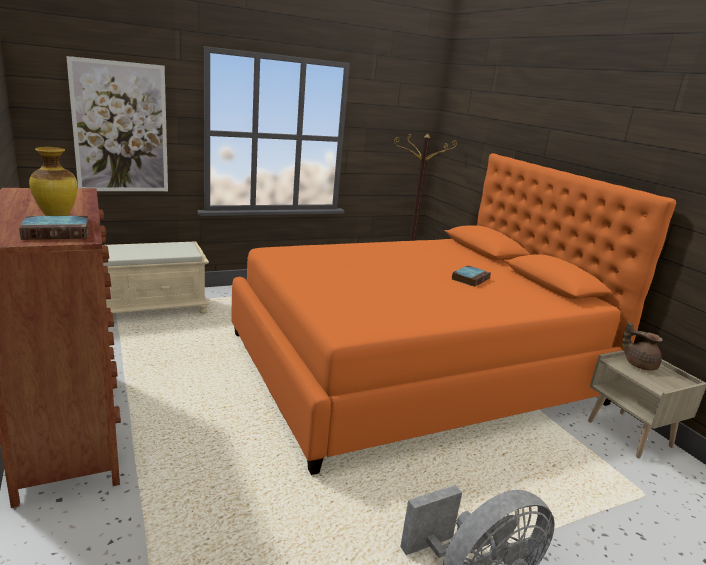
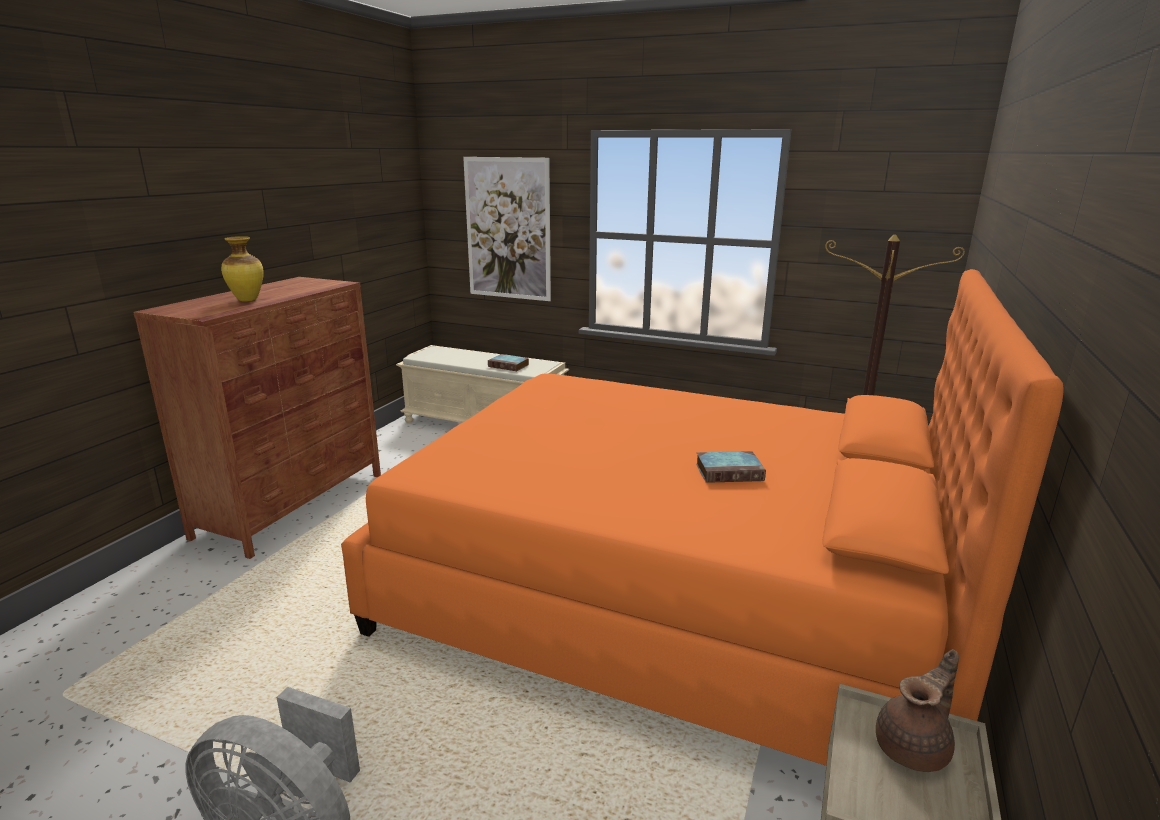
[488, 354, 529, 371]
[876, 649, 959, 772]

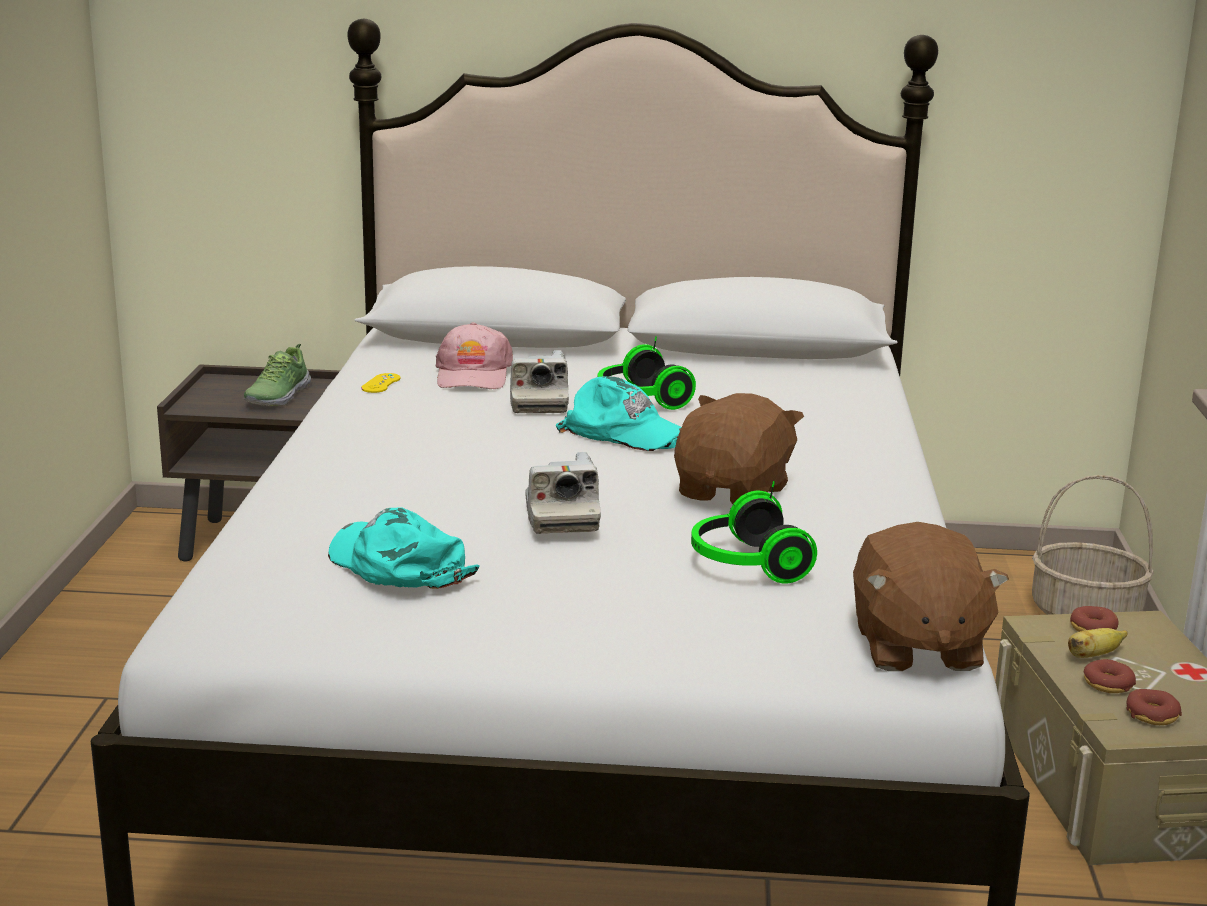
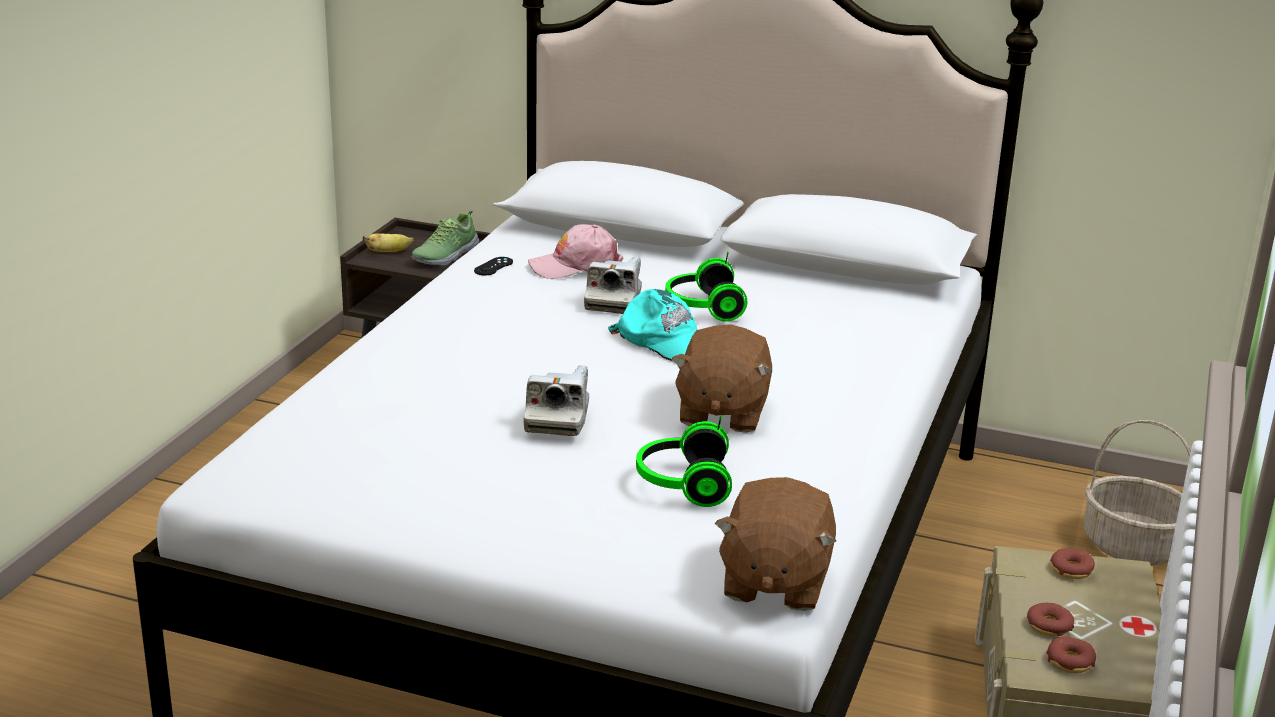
[363, 233, 414, 252]
[474, 257, 513, 275]
[528, 224, 623, 279]
[671, 324, 772, 433]
[328, 507, 480, 589] (first image)

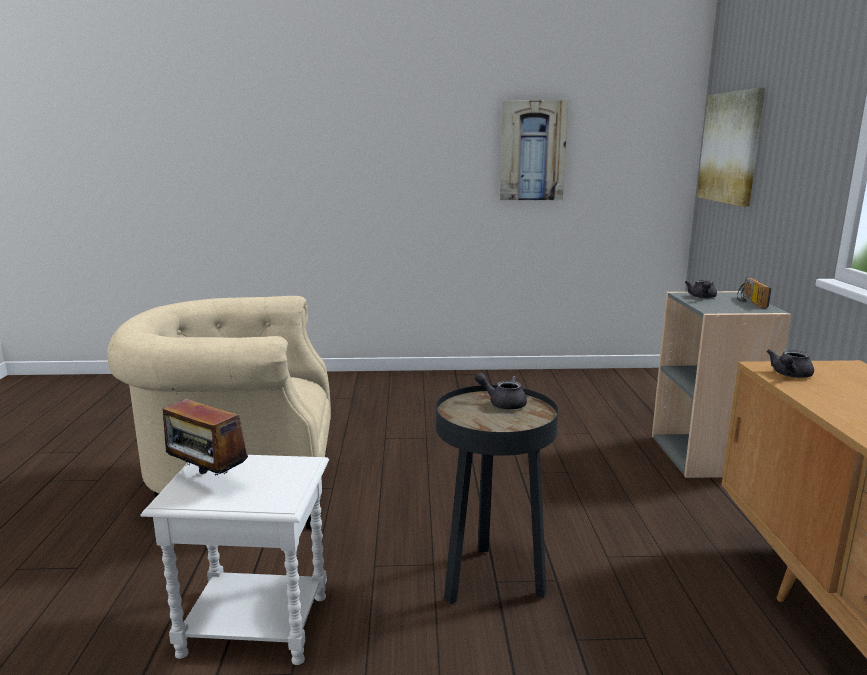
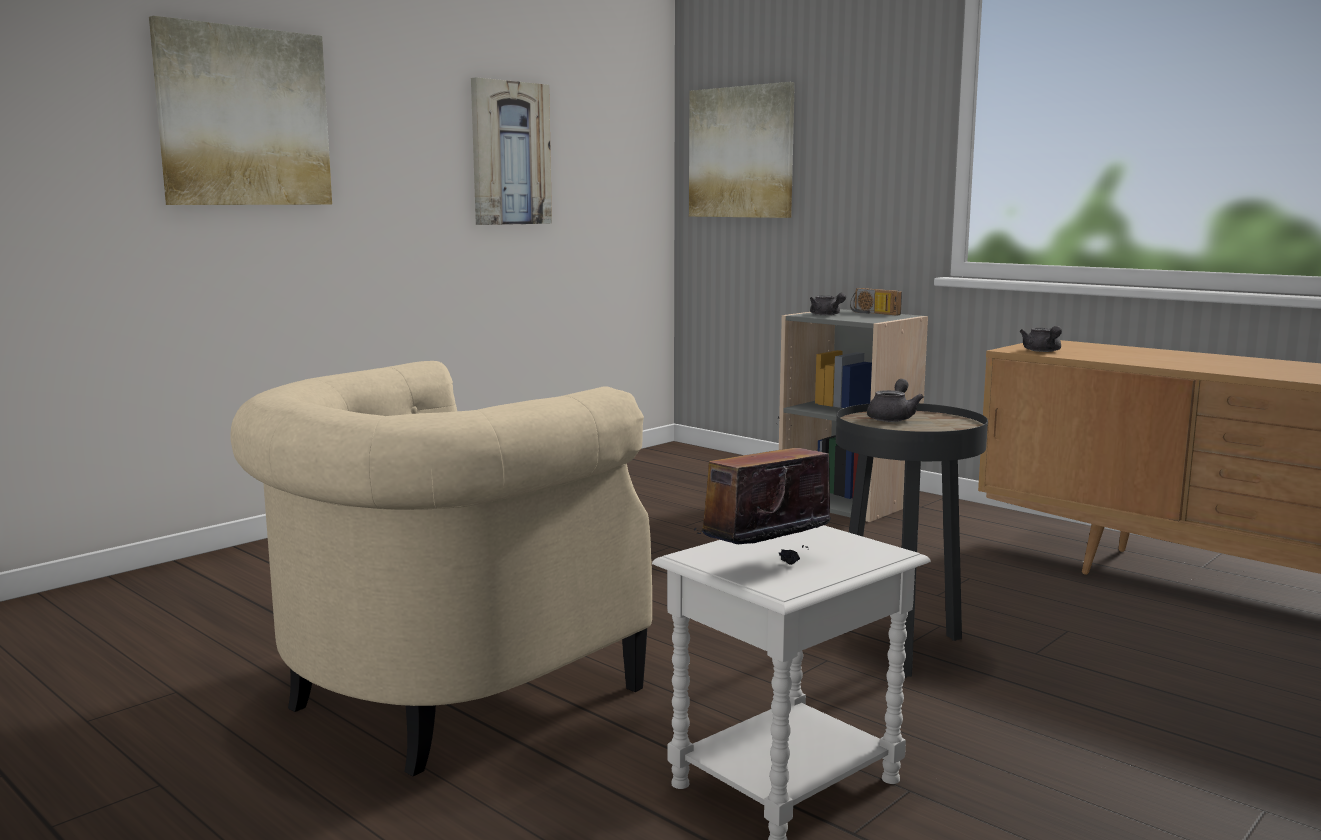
[149, 16, 332, 205]
[694, 417, 843, 565]
[867, 379, 924, 422]

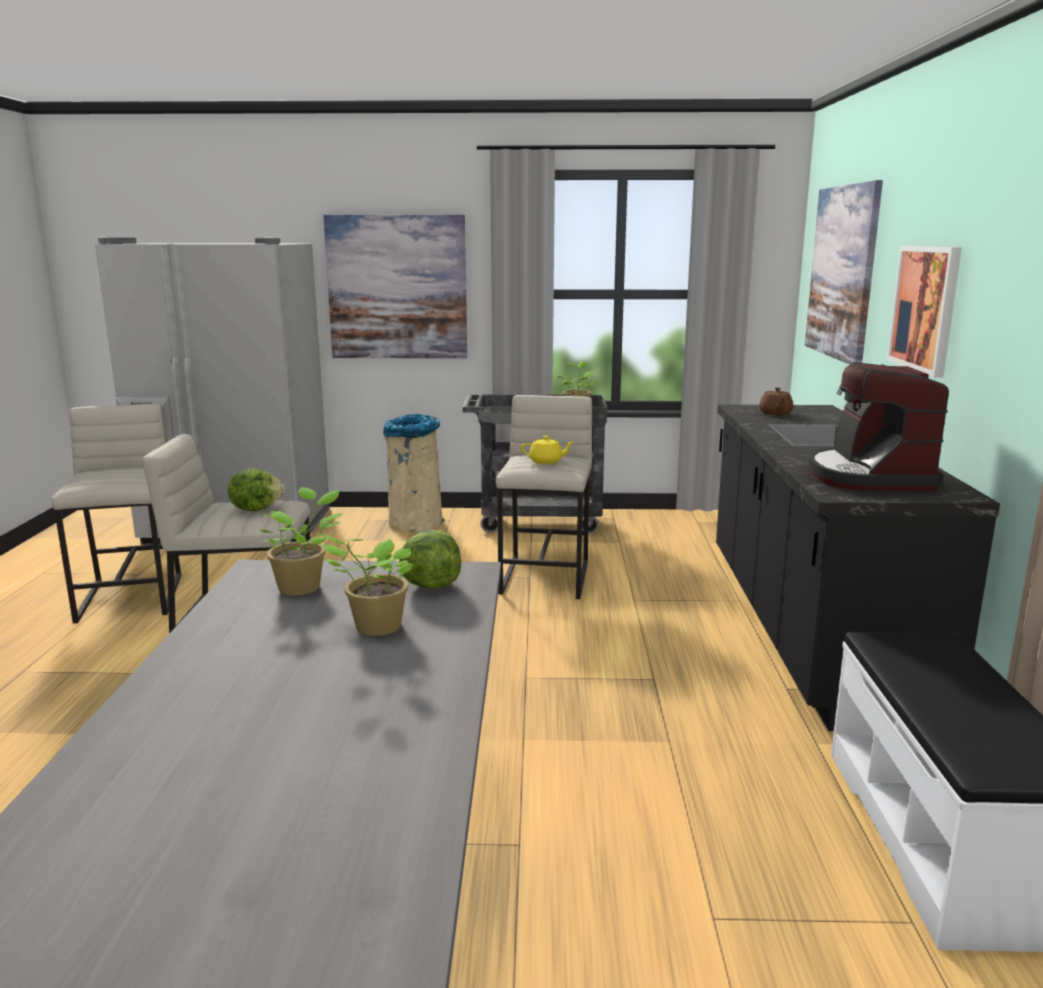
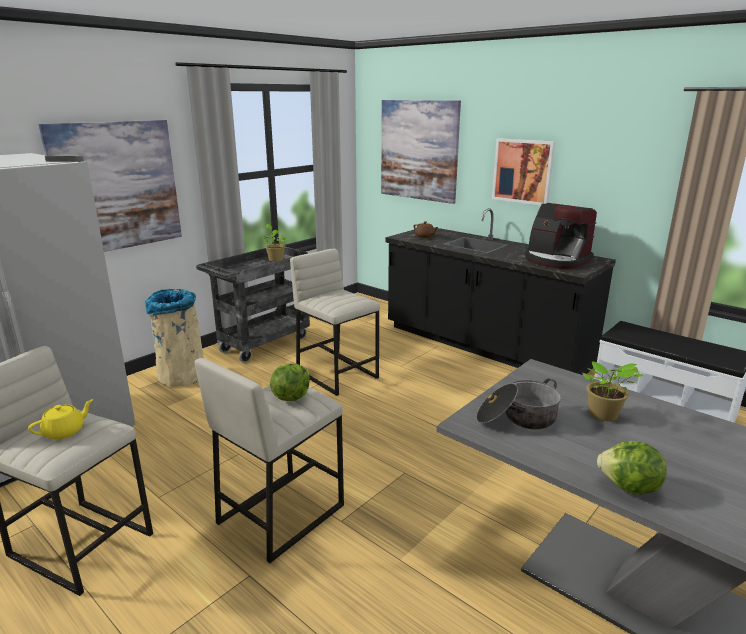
[28, 399, 93, 439]
[476, 379, 561, 429]
[597, 441, 667, 495]

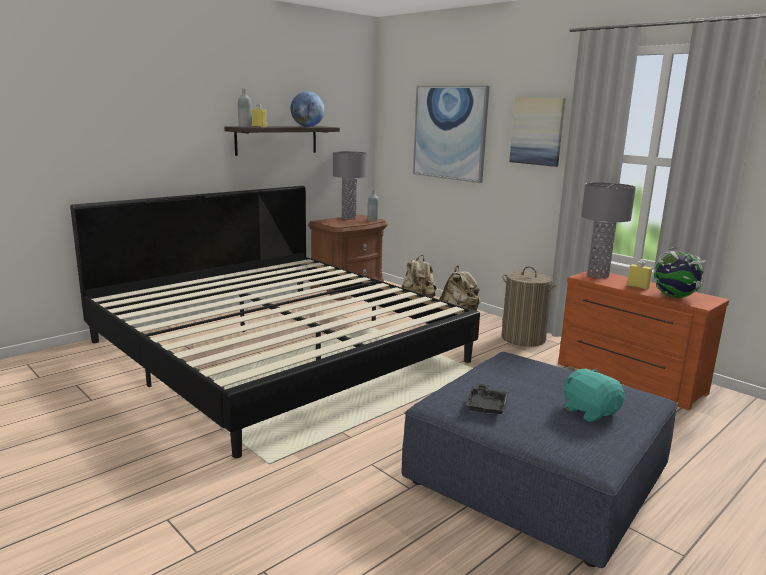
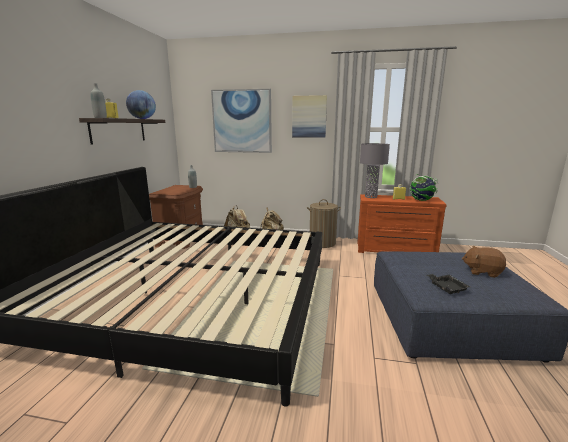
[462, 246, 506, 278]
[333, 151, 367, 220] (first image)

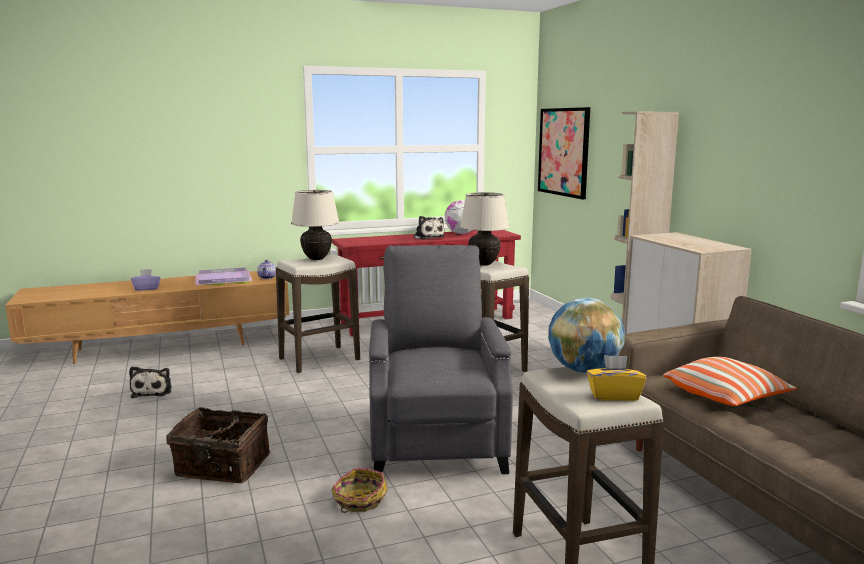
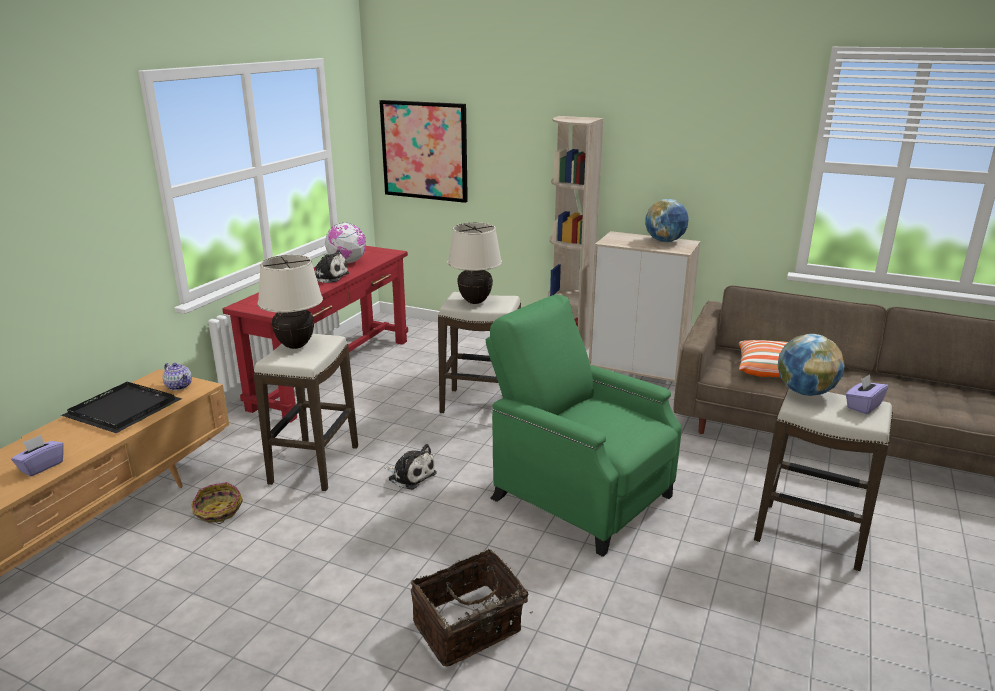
[61, 382, 182, 433]
[192, 482, 243, 524]
[385, 444, 437, 490]
[486, 295, 682, 557]
[645, 199, 689, 242]
[846, 374, 888, 414]

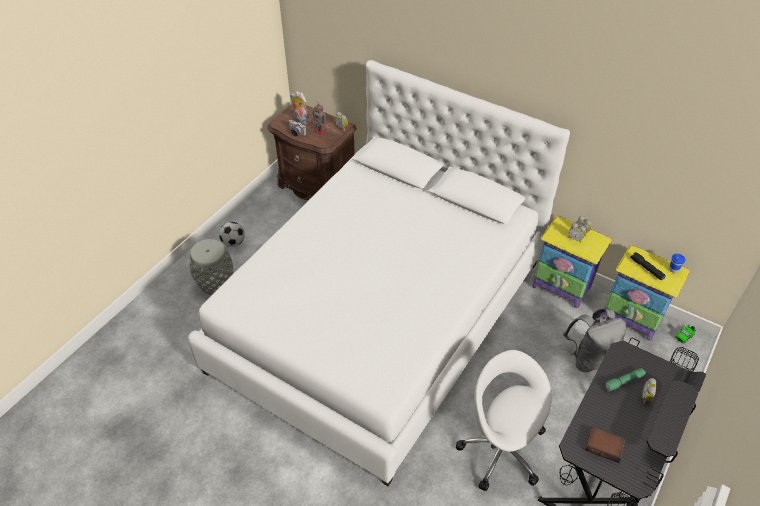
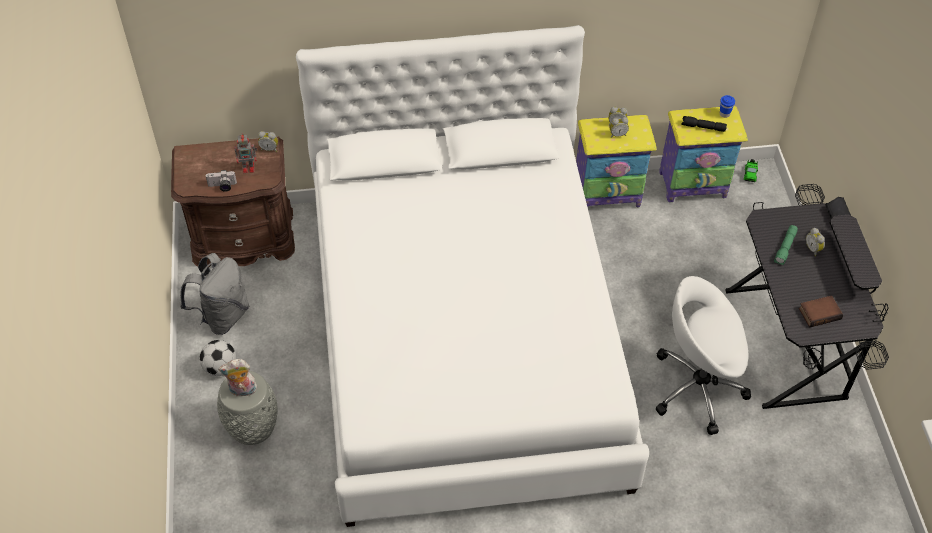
[180, 253, 249, 335]
[218, 359, 257, 396]

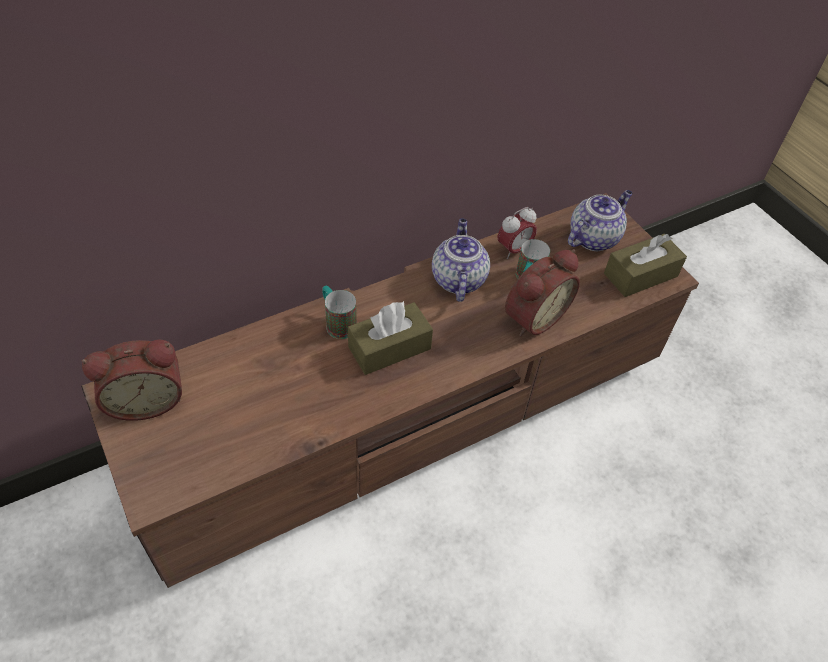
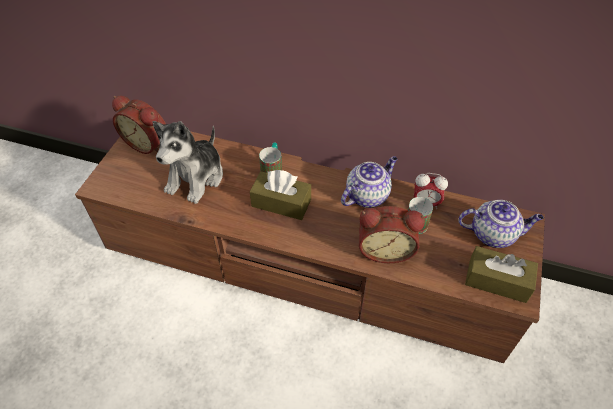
[152, 121, 223, 204]

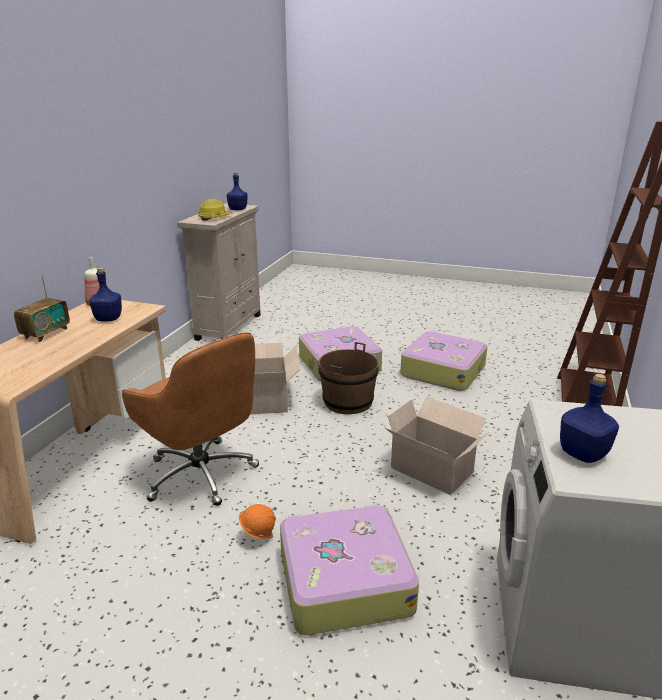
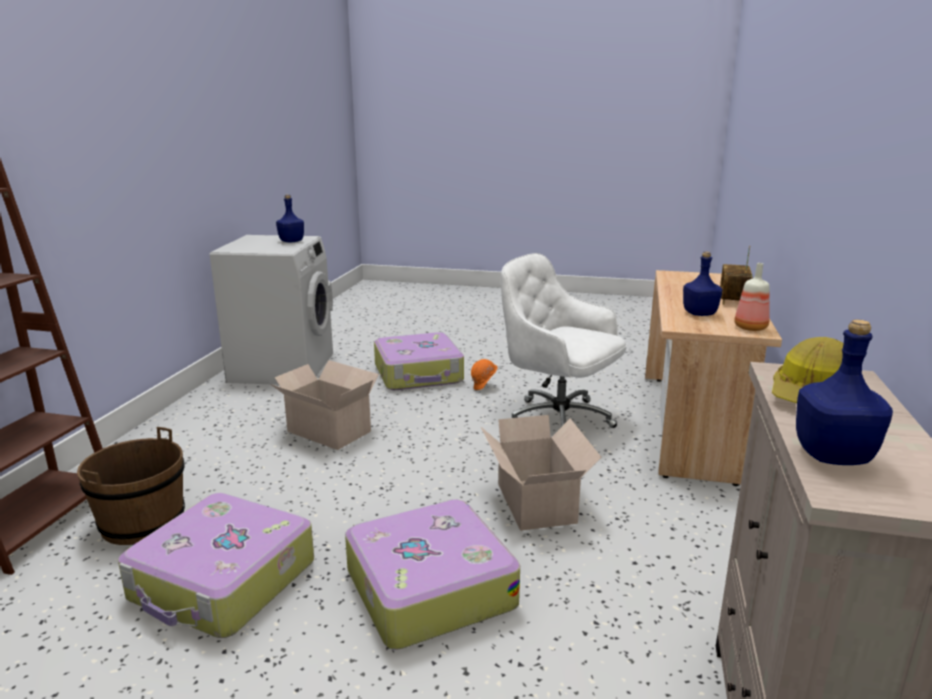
[77, 427, 185, 545]
[501, 253, 627, 428]

